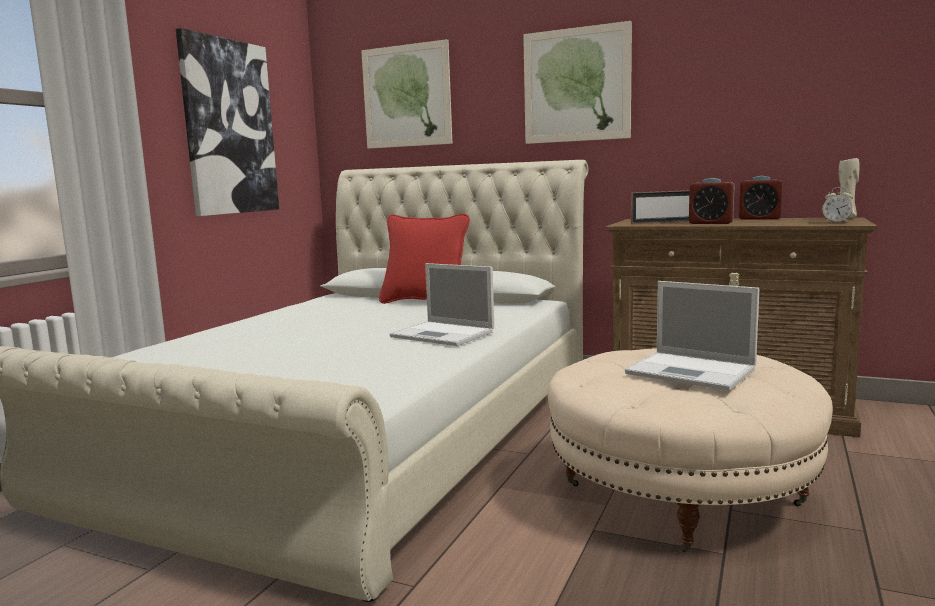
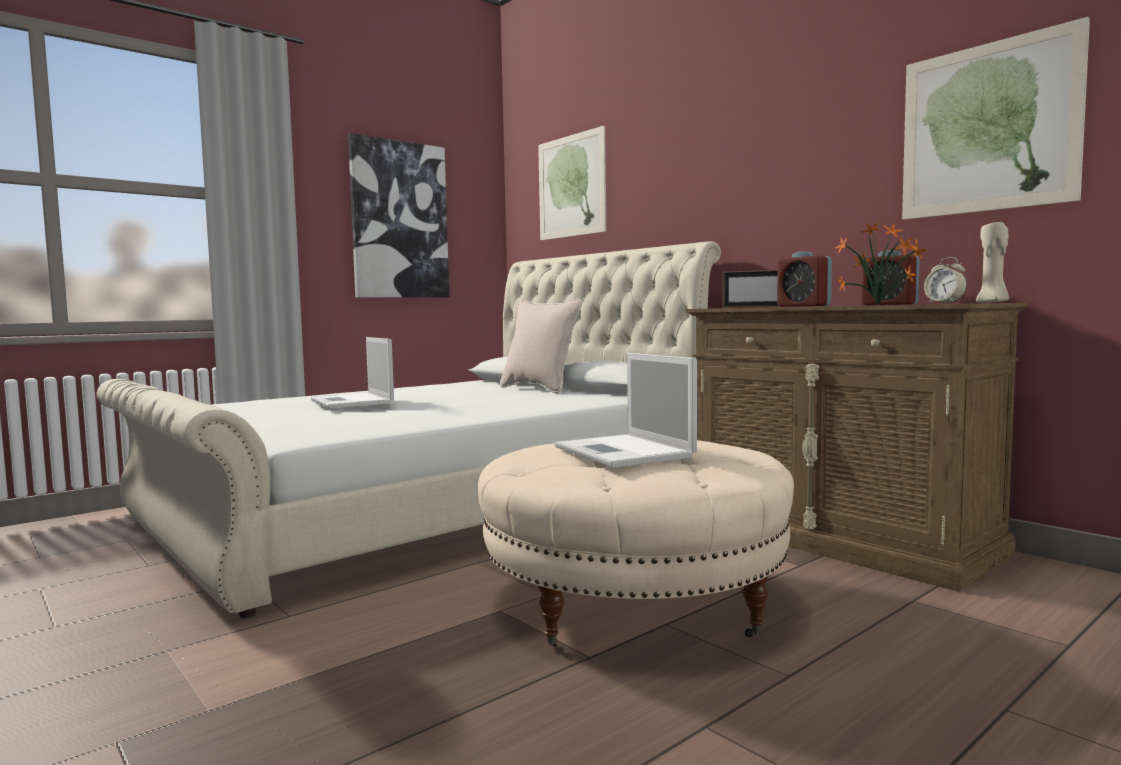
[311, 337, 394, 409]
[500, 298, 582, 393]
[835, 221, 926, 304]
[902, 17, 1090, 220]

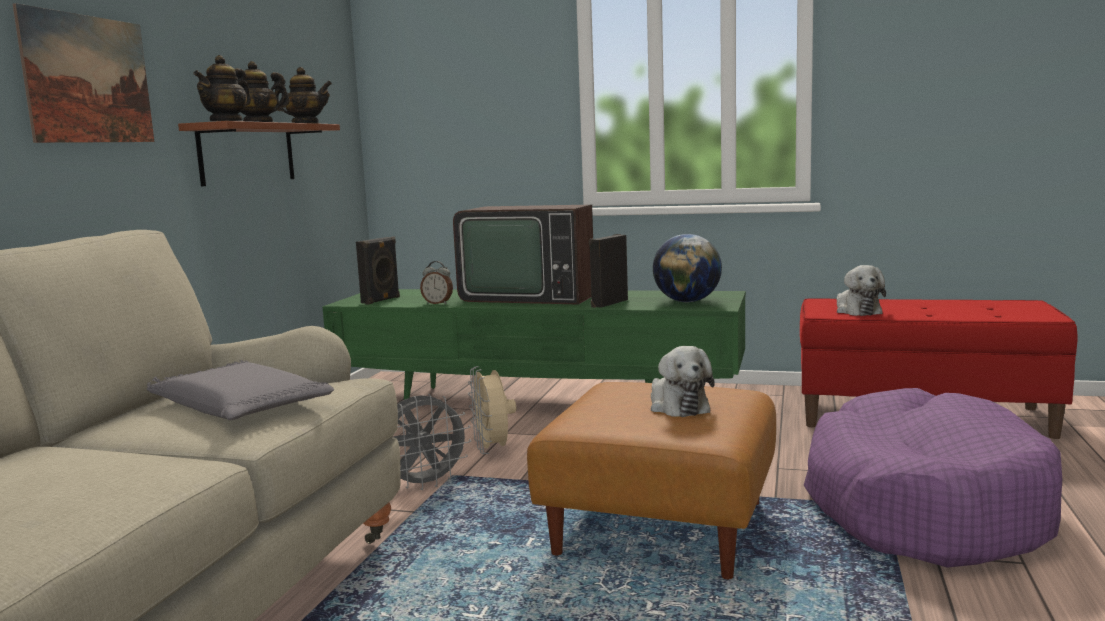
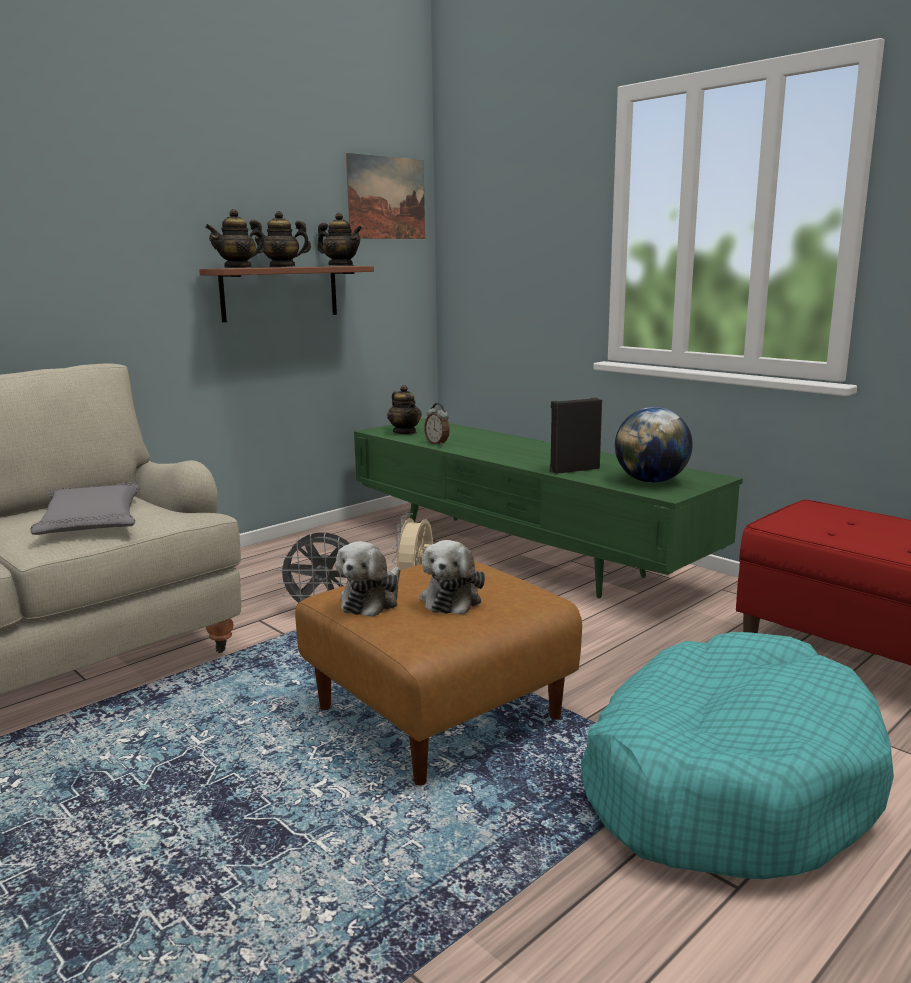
[336, 541, 400, 617]
[346, 153, 425, 239]
[387, 385, 422, 434]
[581, 632, 894, 879]
[453, 205, 593, 305] (first image)

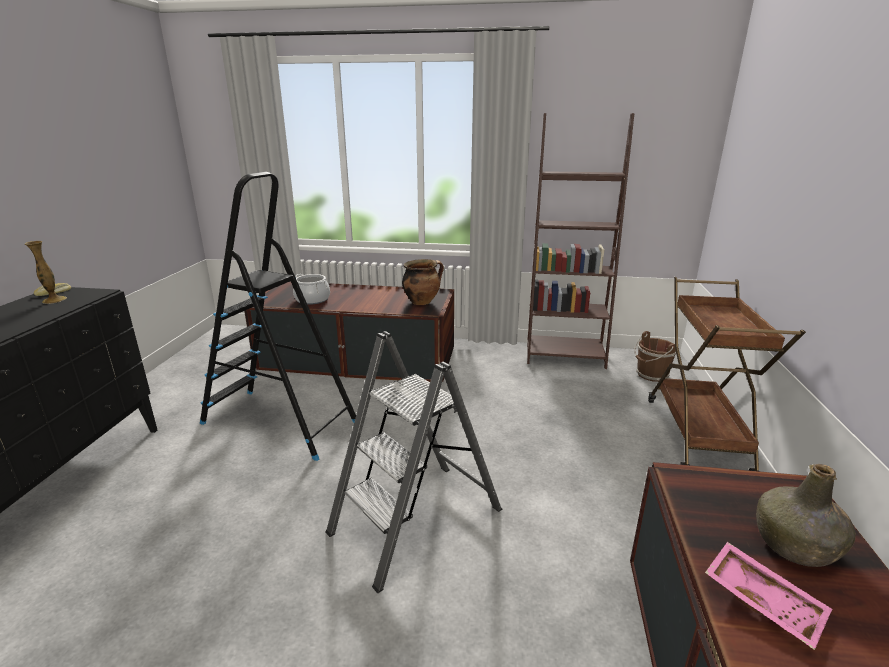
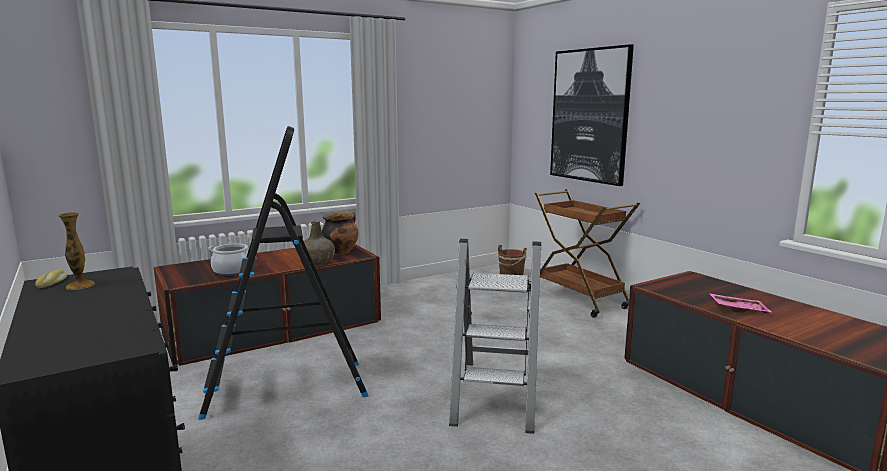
[304, 221, 335, 265]
[550, 44, 634, 186]
[527, 113, 634, 369] (first image)

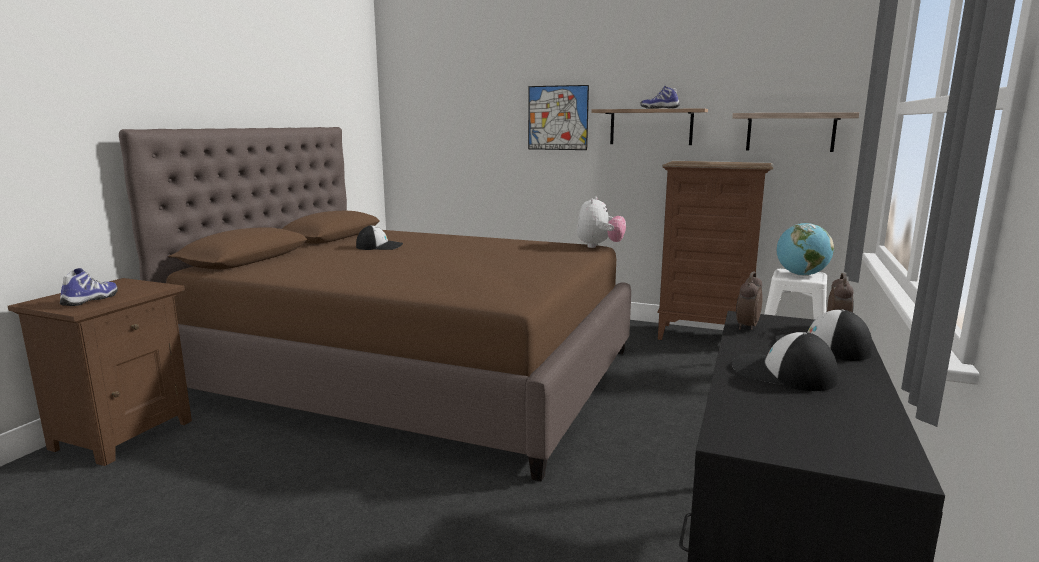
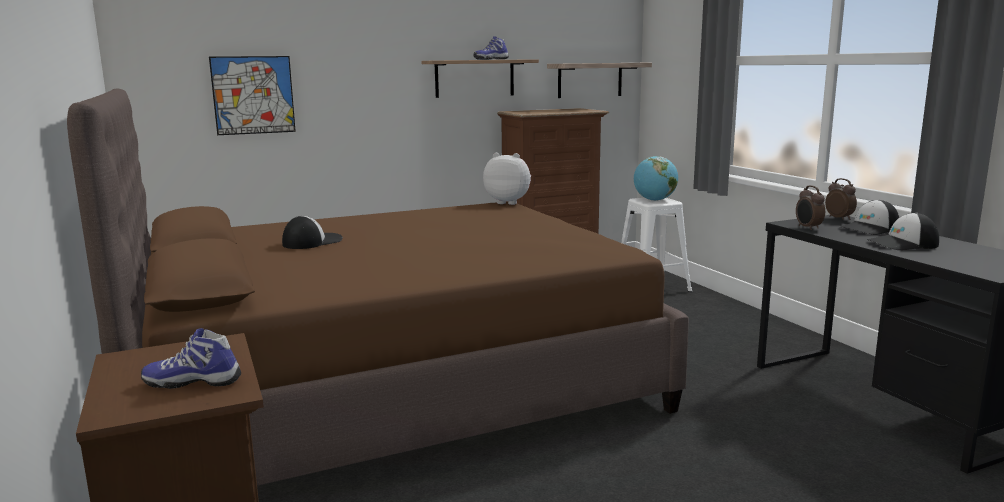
[141, 328, 241, 389]
[209, 56, 296, 135]
[483, 153, 531, 205]

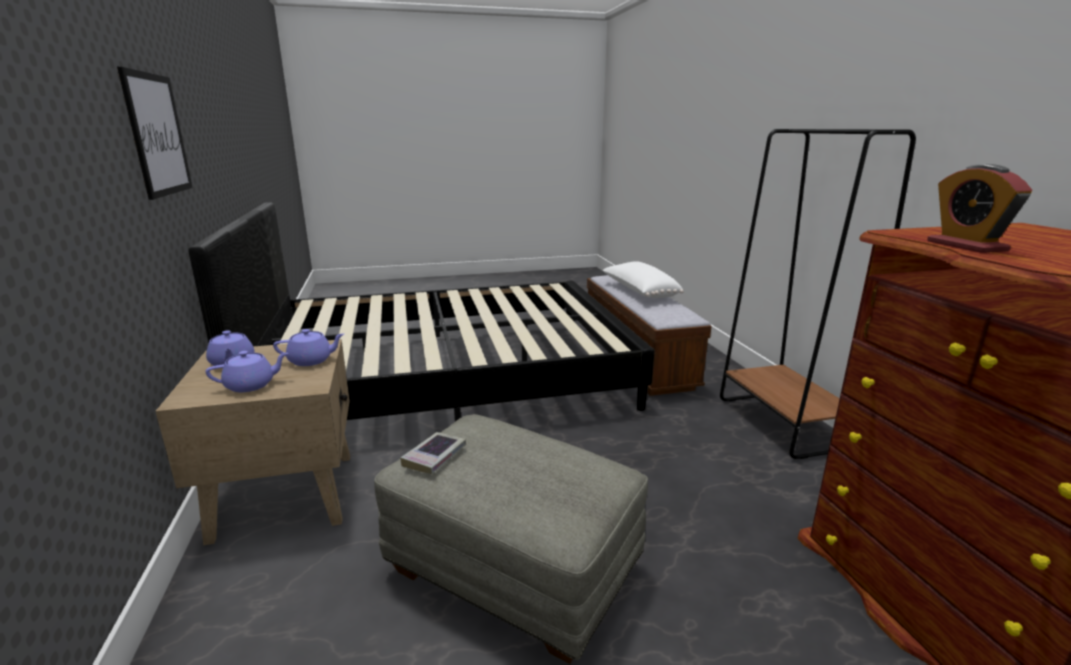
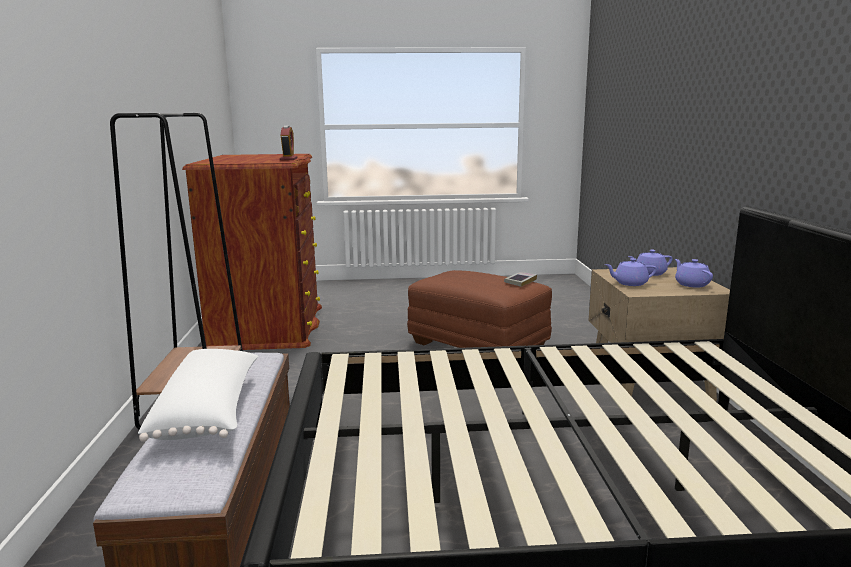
[407, 270, 552, 348]
[117, 67, 193, 200] (first image)

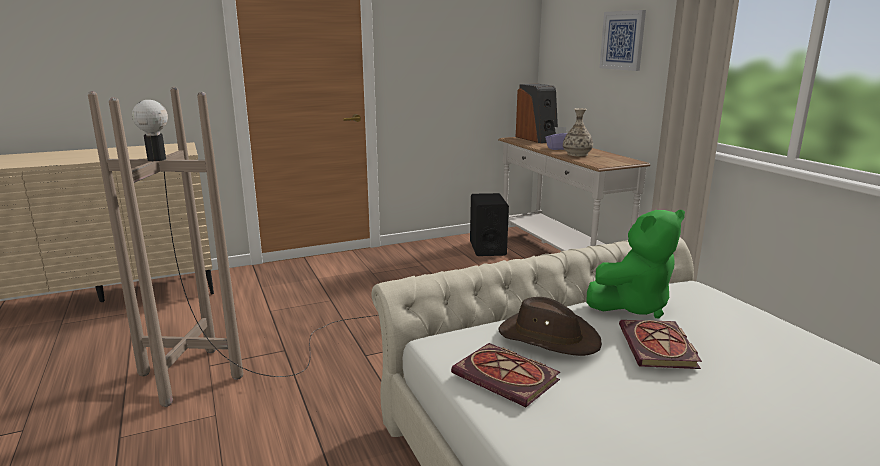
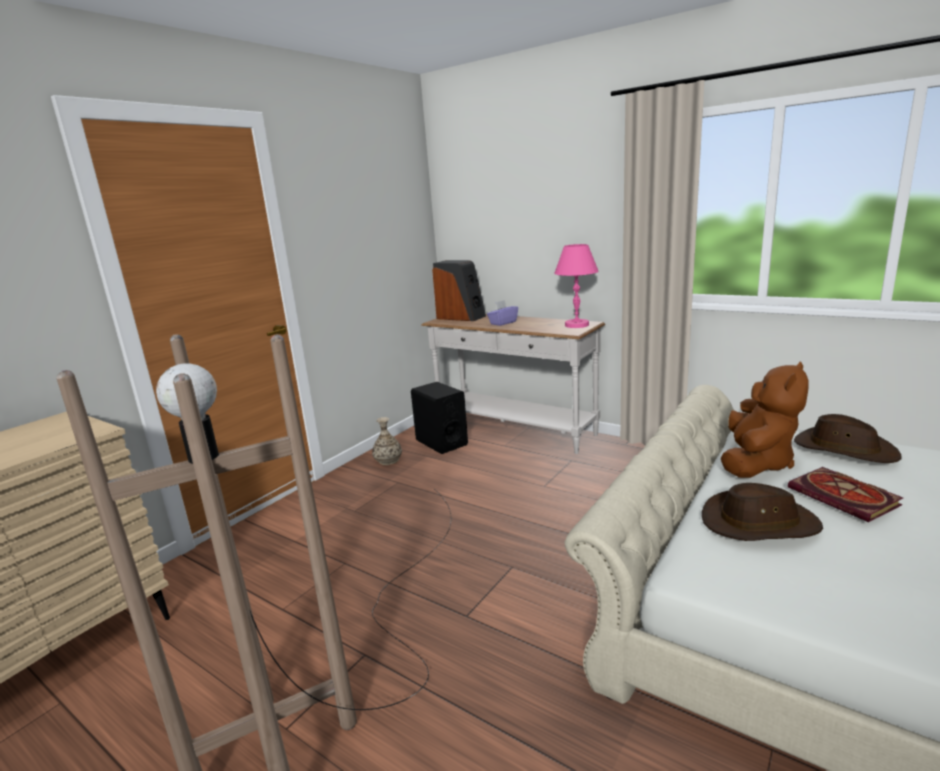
[372, 417, 402, 465]
[554, 244, 599, 328]
[721, 361, 809, 478]
[794, 414, 902, 463]
[451, 343, 560, 407] (first image)
[600, 10, 646, 71] (first image)

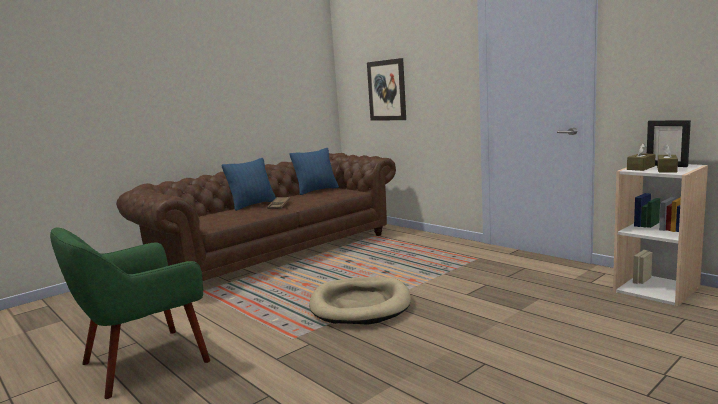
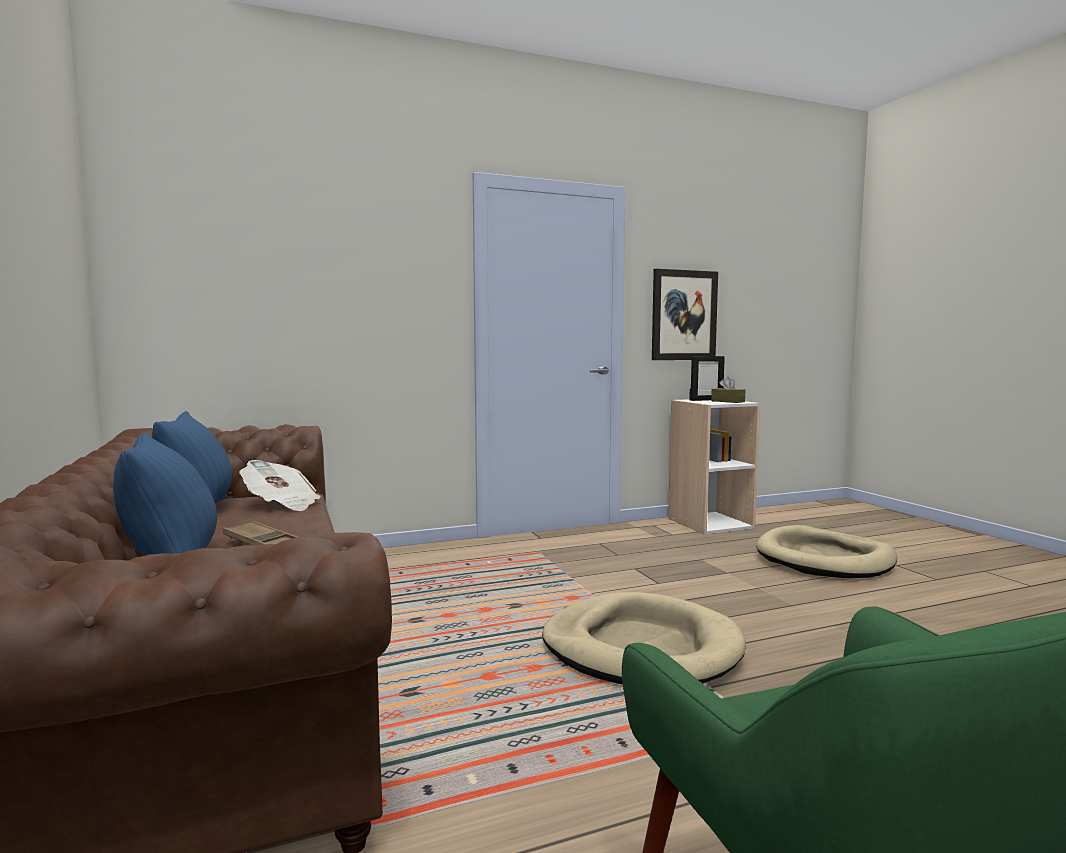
[239, 460, 320, 511]
[652, 269, 718, 360]
[756, 525, 897, 578]
[627, 143, 655, 171] (first image)

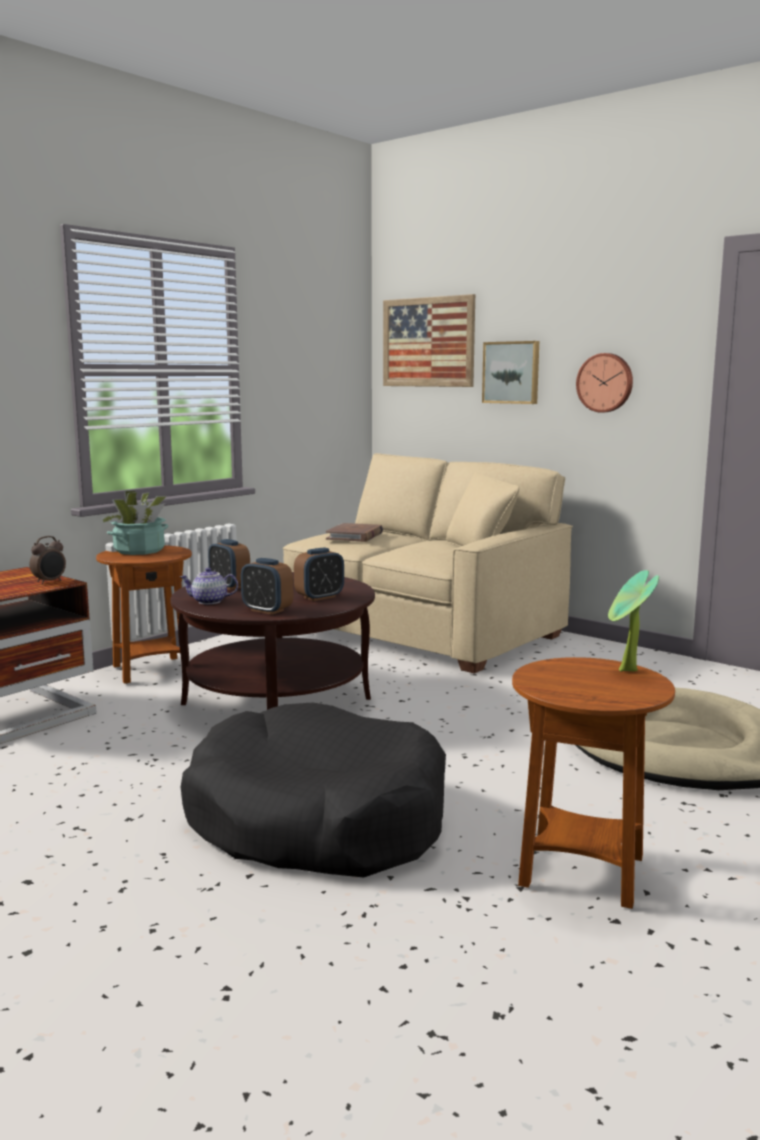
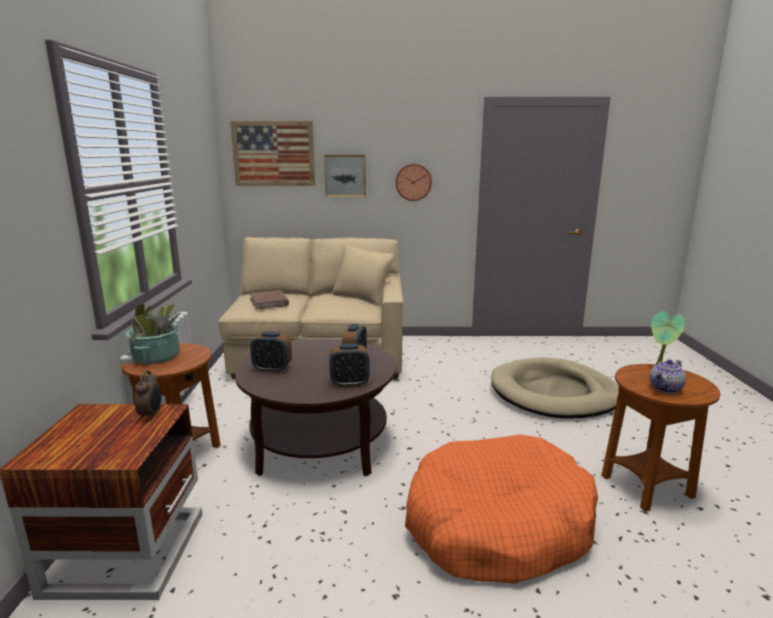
[405, 435, 598, 584]
[650, 359, 686, 394]

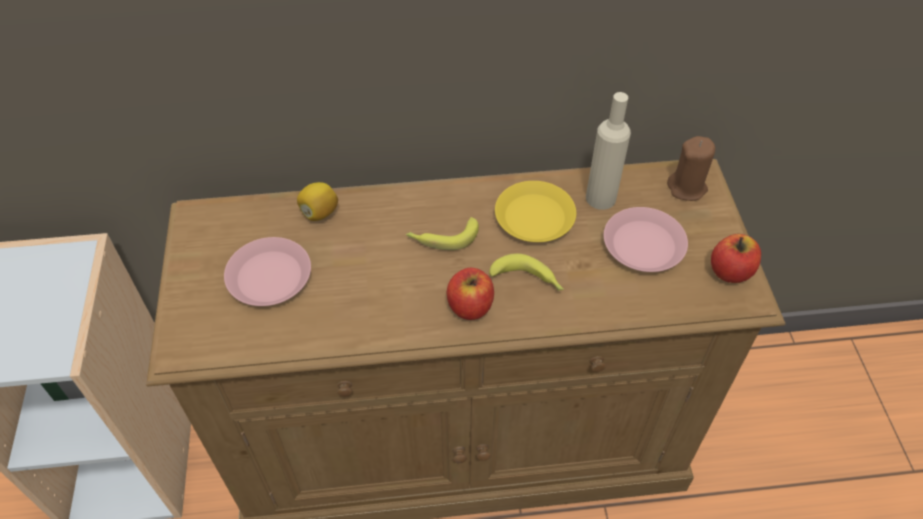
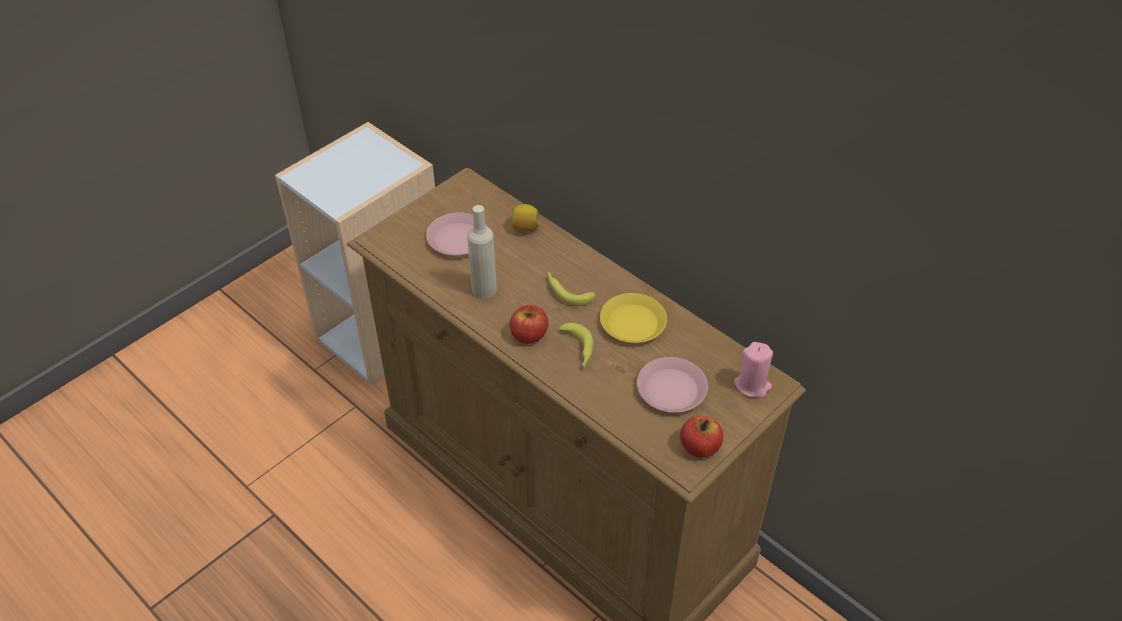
[467, 205, 497, 299]
[734, 342, 773, 398]

